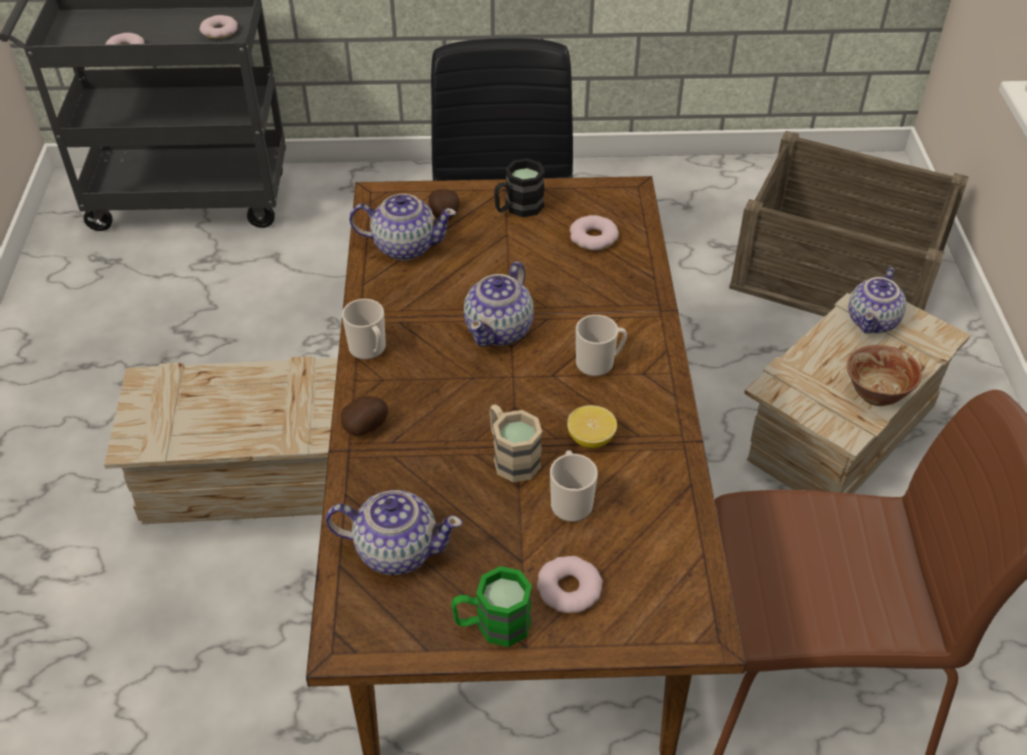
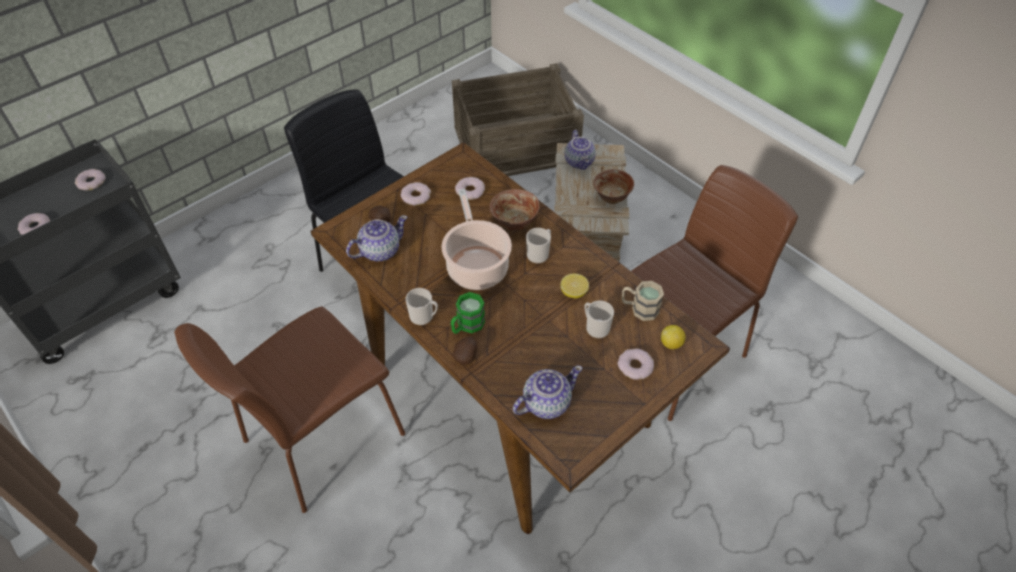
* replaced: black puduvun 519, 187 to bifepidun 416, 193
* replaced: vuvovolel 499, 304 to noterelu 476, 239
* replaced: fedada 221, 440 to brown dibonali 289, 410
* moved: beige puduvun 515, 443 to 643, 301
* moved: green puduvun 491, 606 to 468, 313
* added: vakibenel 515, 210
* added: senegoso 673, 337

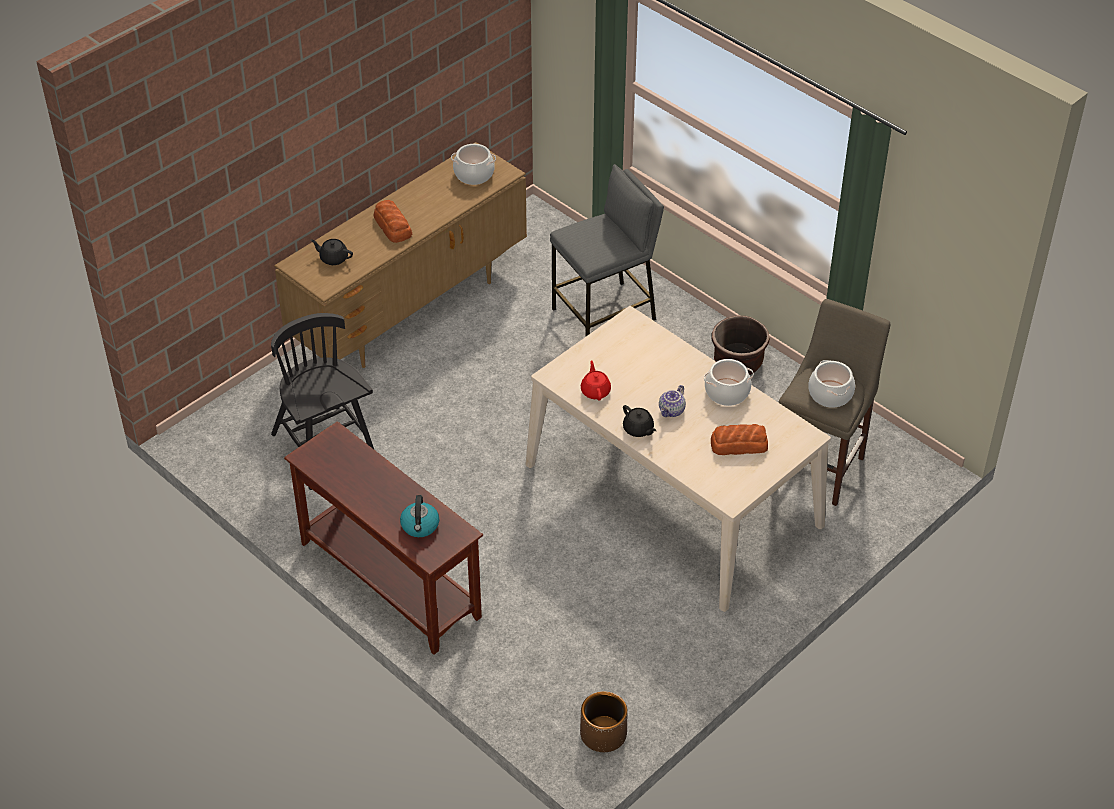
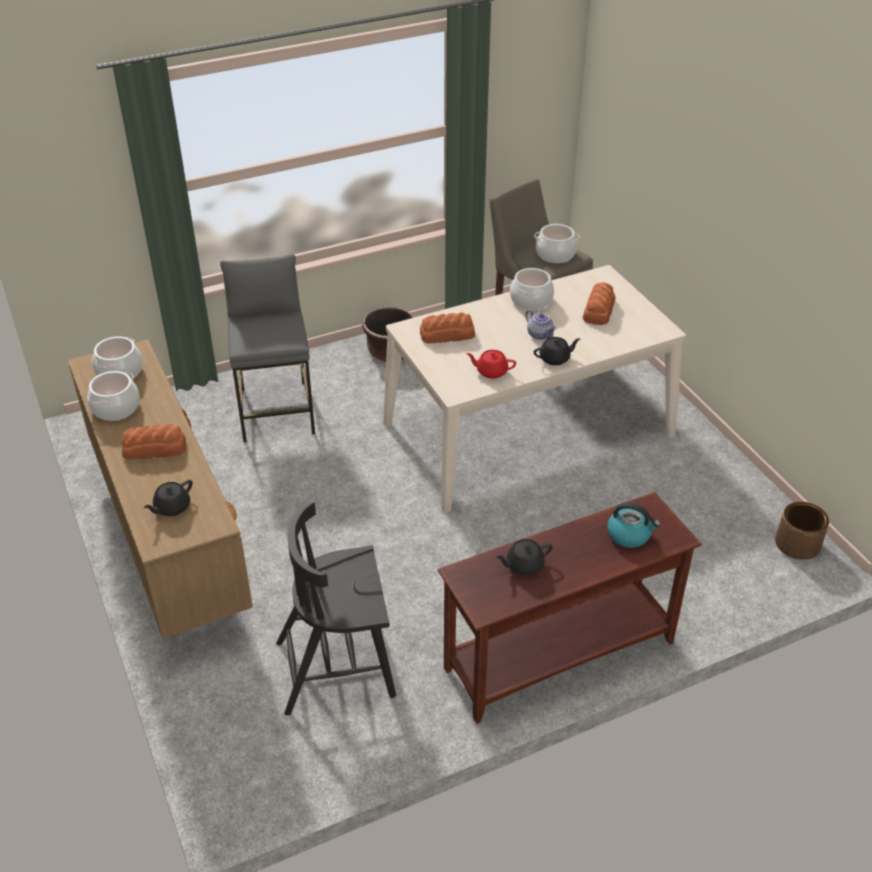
* added: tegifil 447, 327
* added: noterelu 113, 396
* added: black vuvovolel 524, 557

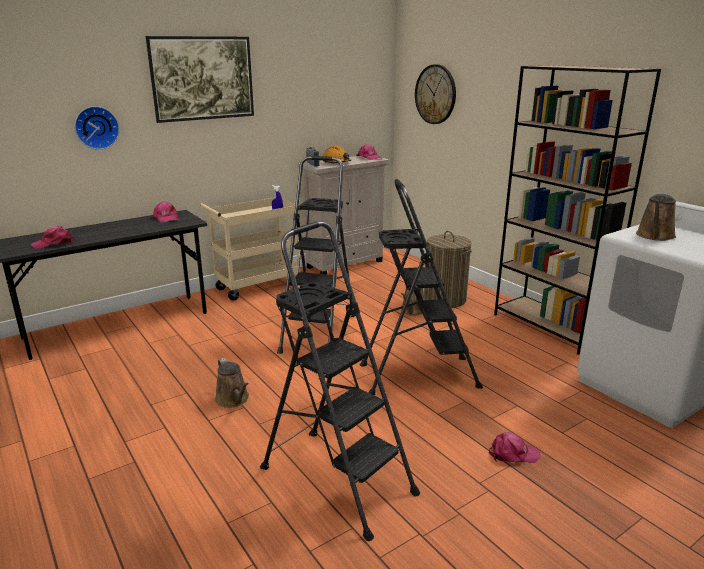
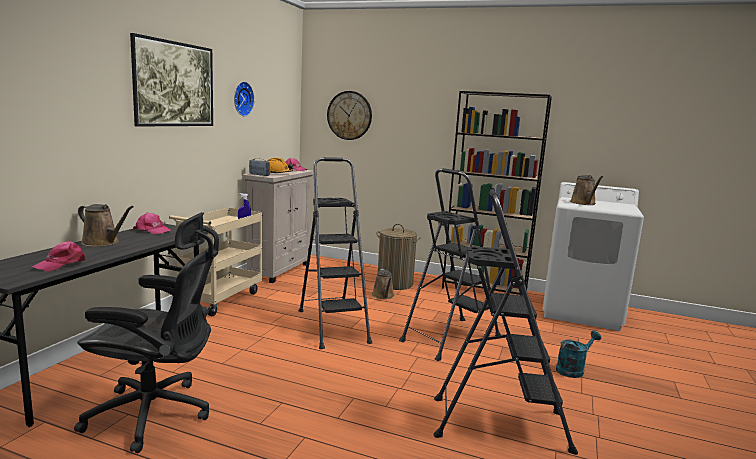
* moved: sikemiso 97, 128 to 244, 99
* moved: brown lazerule 232, 383 to 106, 225
* replaced: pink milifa 514, 447 to turquoise lazerule 578, 354
* added: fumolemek 146, 332

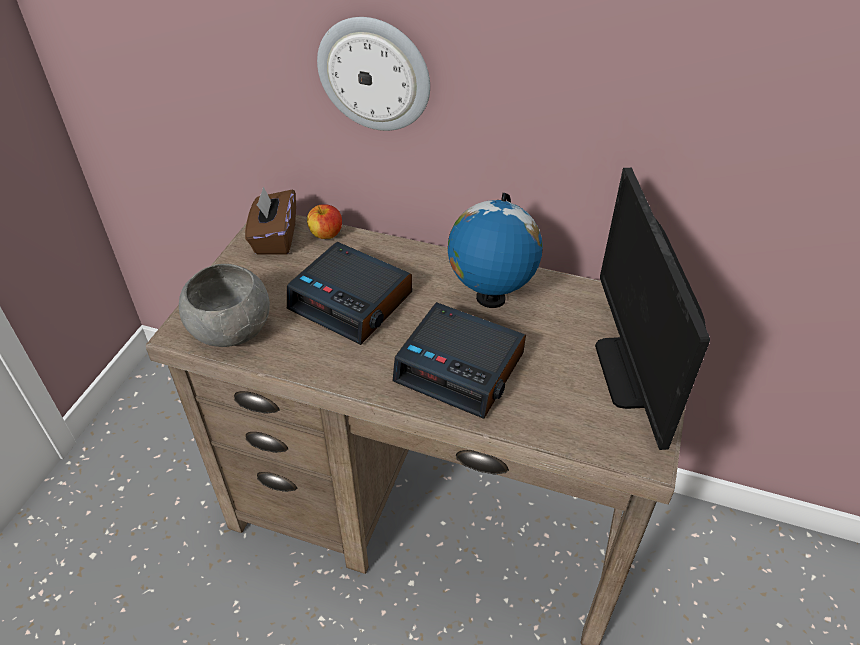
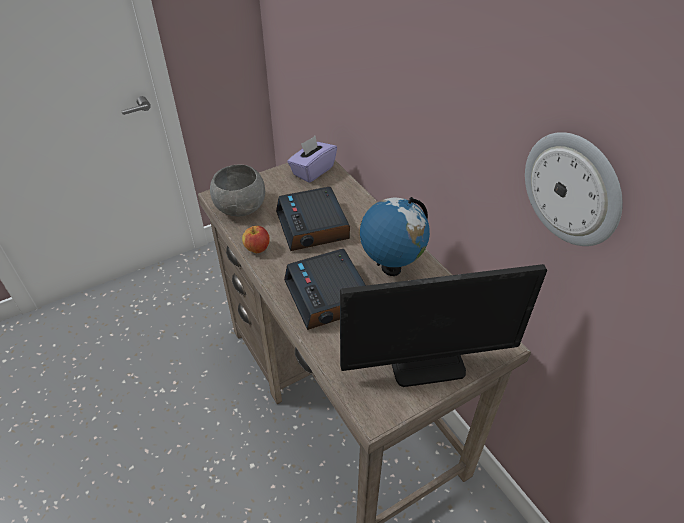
* moved: sikemiso 373, 74 to 574, 189
* turned: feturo 652, 309 = 443, 325 135 degrees counterclockwise
* recoloured: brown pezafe 270, 221 to purple pezafe 312, 159
* moved: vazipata 324, 221 to 256, 239

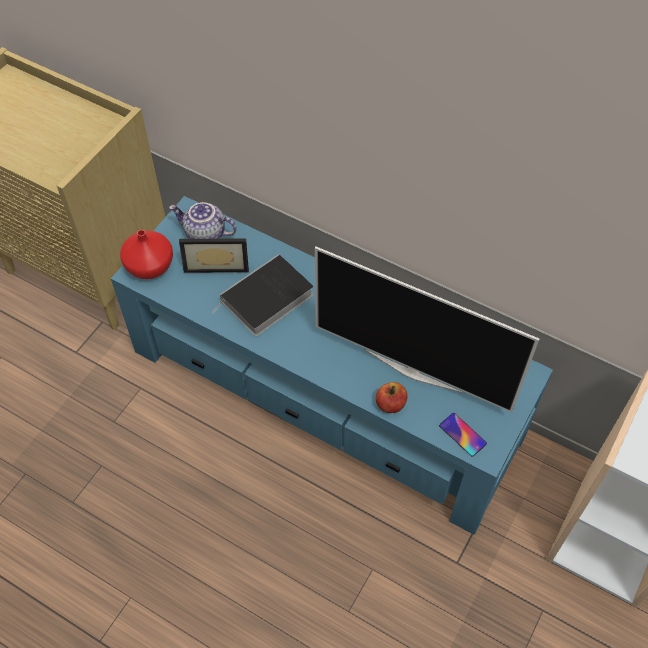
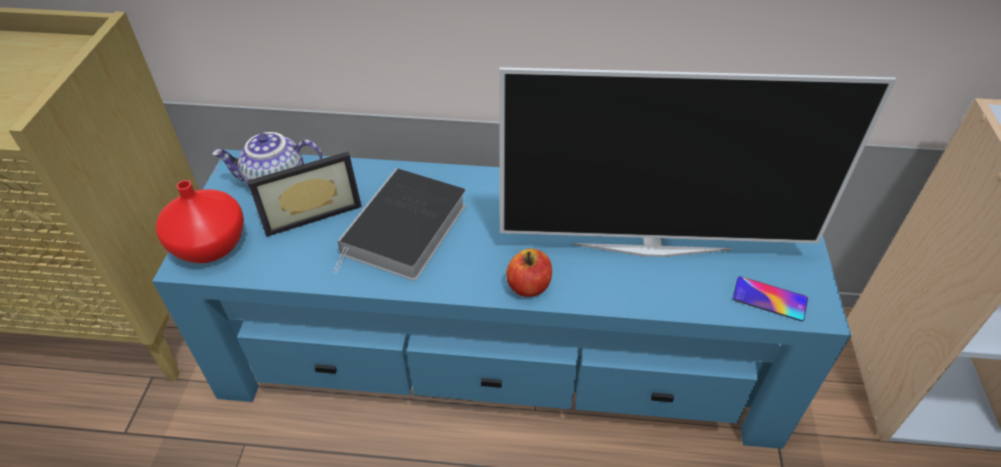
* moved: vazipata 392, 397 to 529, 273

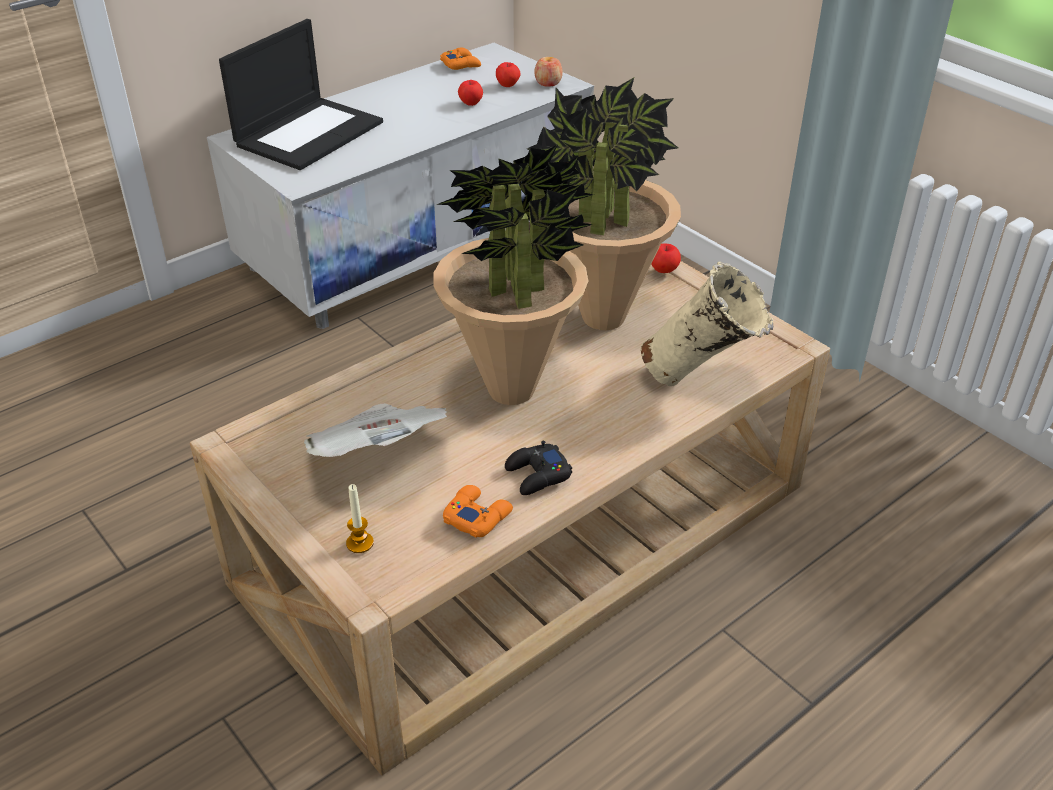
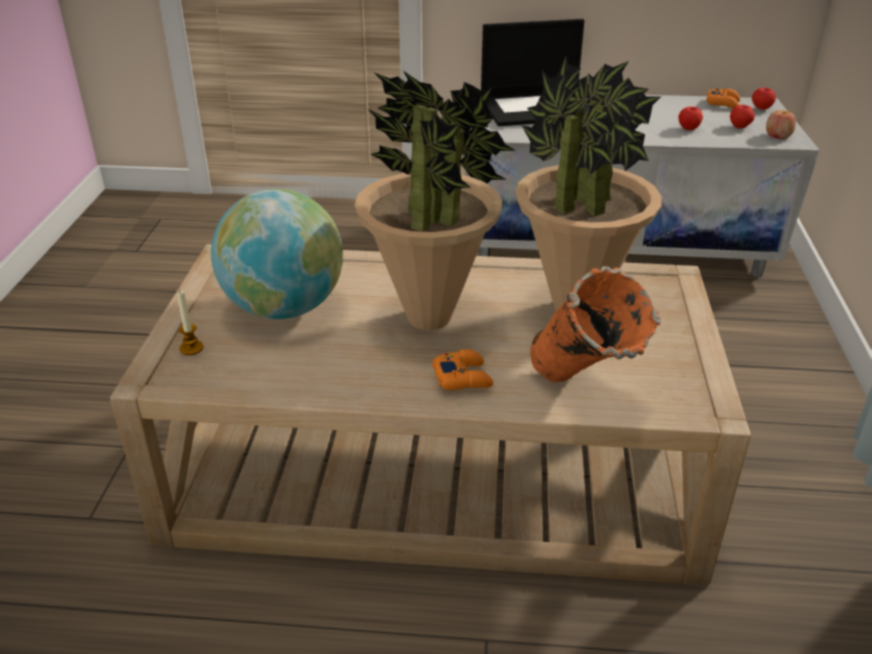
* moved: vazipata 666, 258 to 764, 99
* recoloured: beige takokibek 706, 324 to orange takokibek 595, 324
* replaced: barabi 375, 430 to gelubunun 277, 254
* removed: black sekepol 538, 467
* moved: orange sekepol 478, 511 to 462, 369

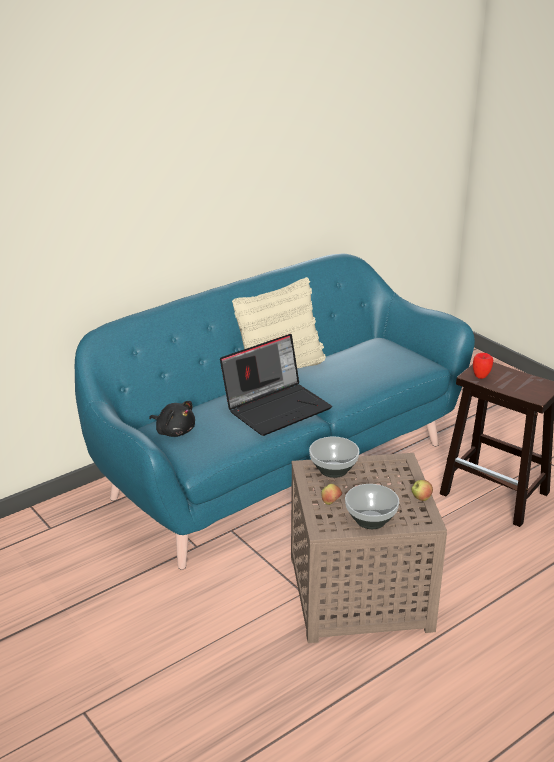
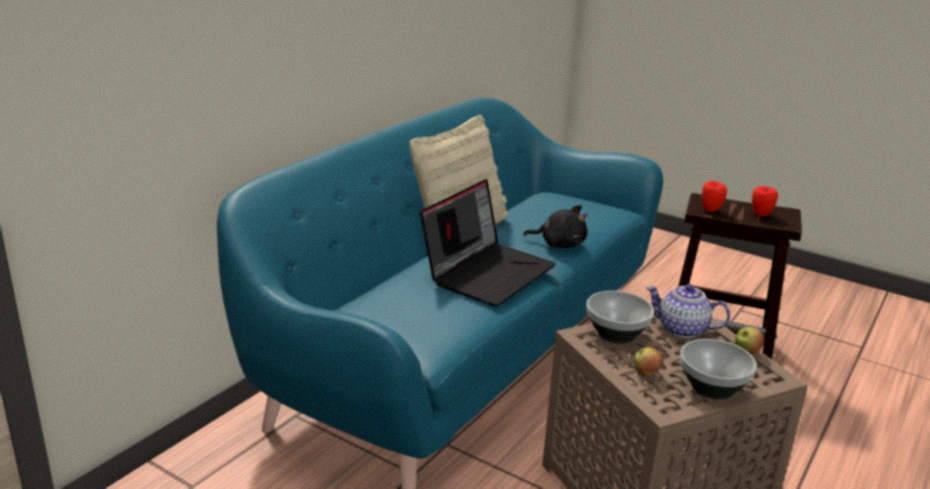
* moved: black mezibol 172, 419 to 555, 226
* added: vazipata 765, 201
* added: vuvovolel 688, 311

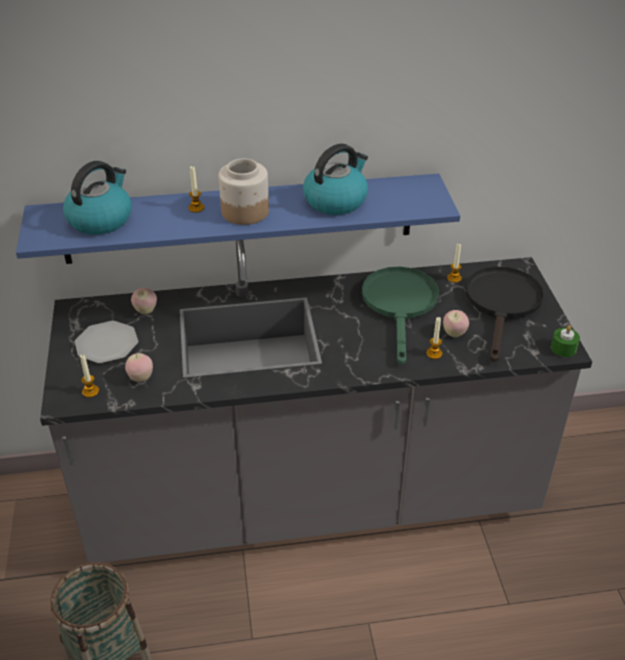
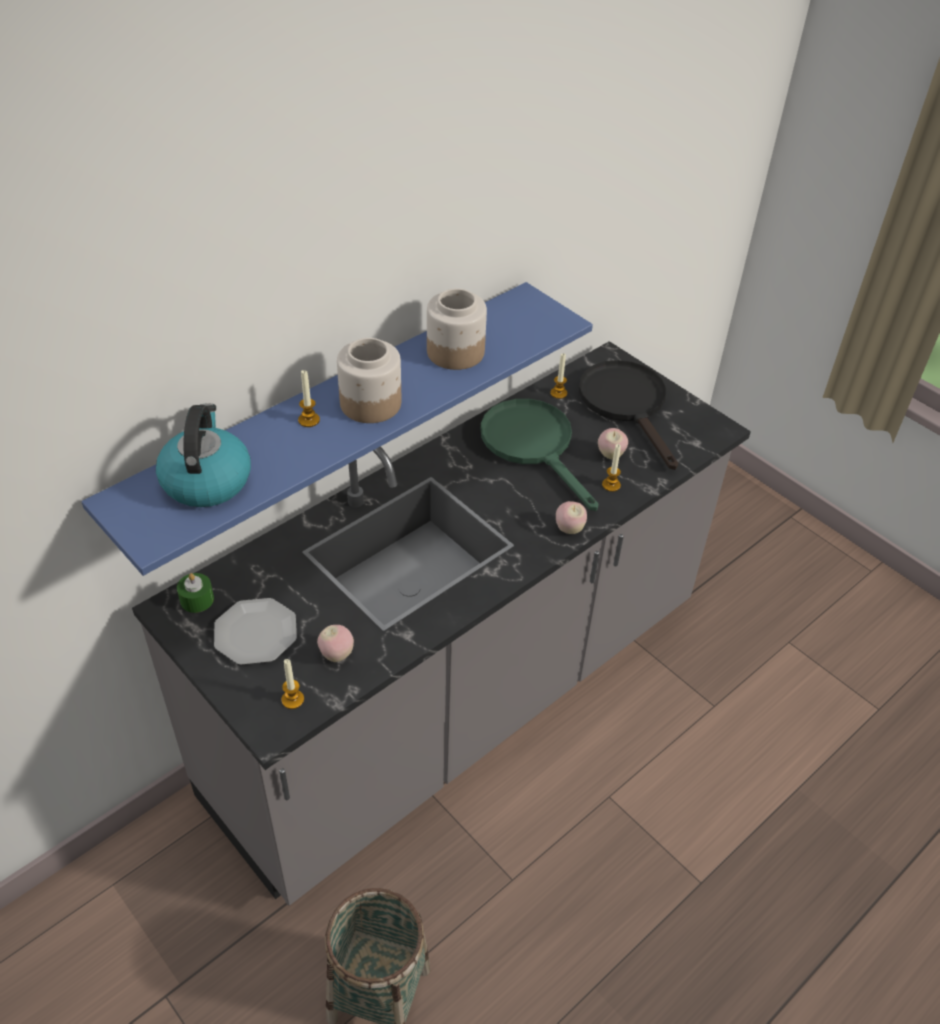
* replaced: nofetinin 335, 179 to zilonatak 457, 329
* moved: vazipata 144, 301 to 571, 517
* moved: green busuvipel 565, 341 to 195, 593

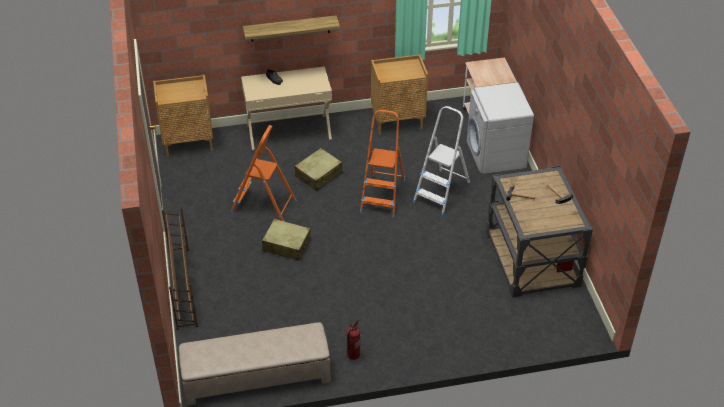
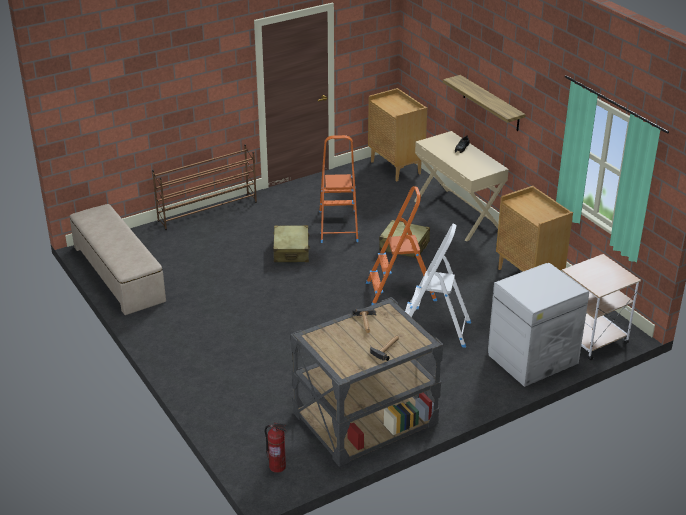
* moved: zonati 353, 339 to 276, 448

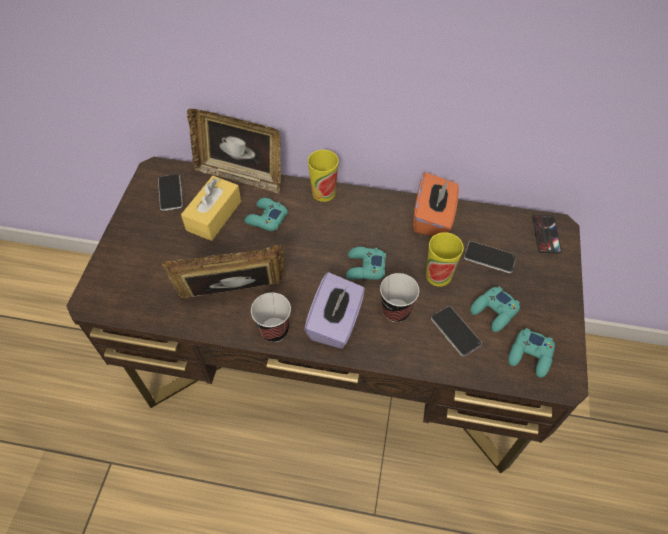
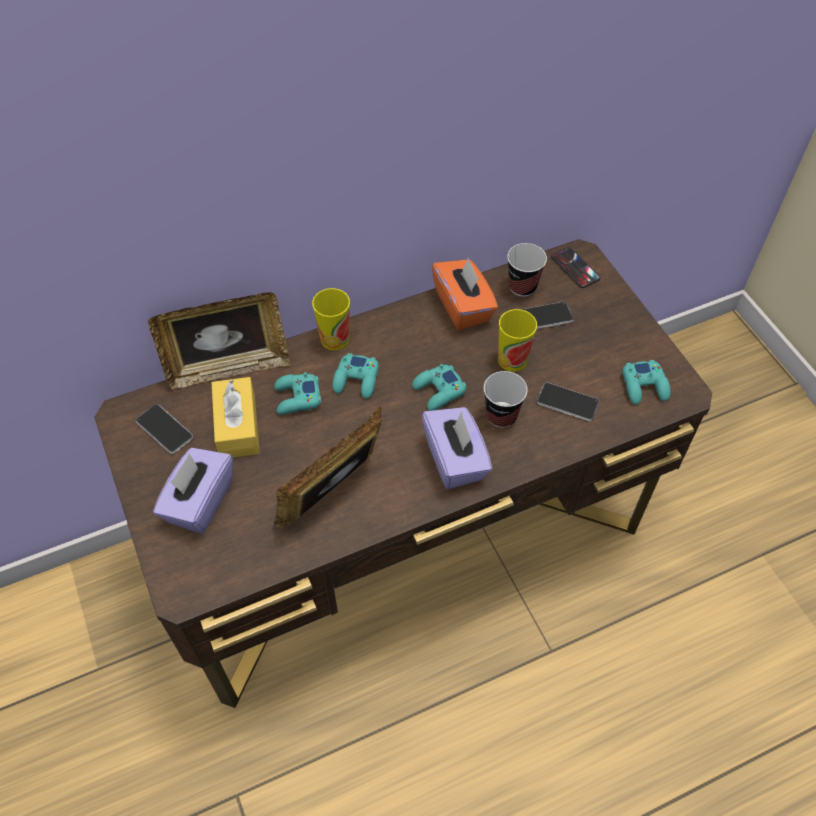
* moved: turquoise sekepol 495, 309 to 355, 376
* moved: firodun 271, 317 to 527, 270
* added: purple pezafe 193, 491

